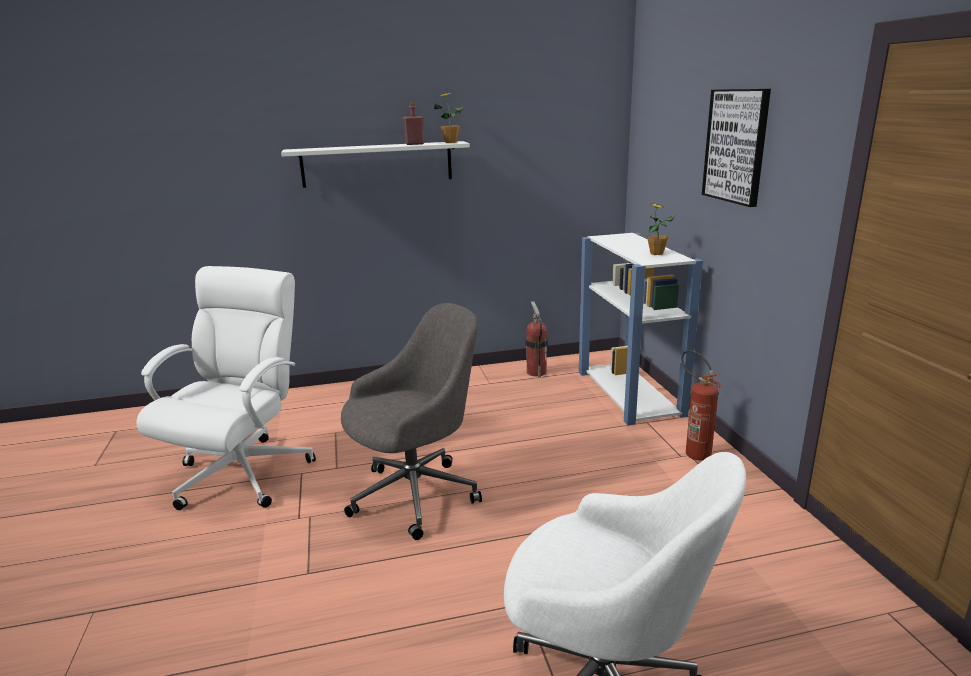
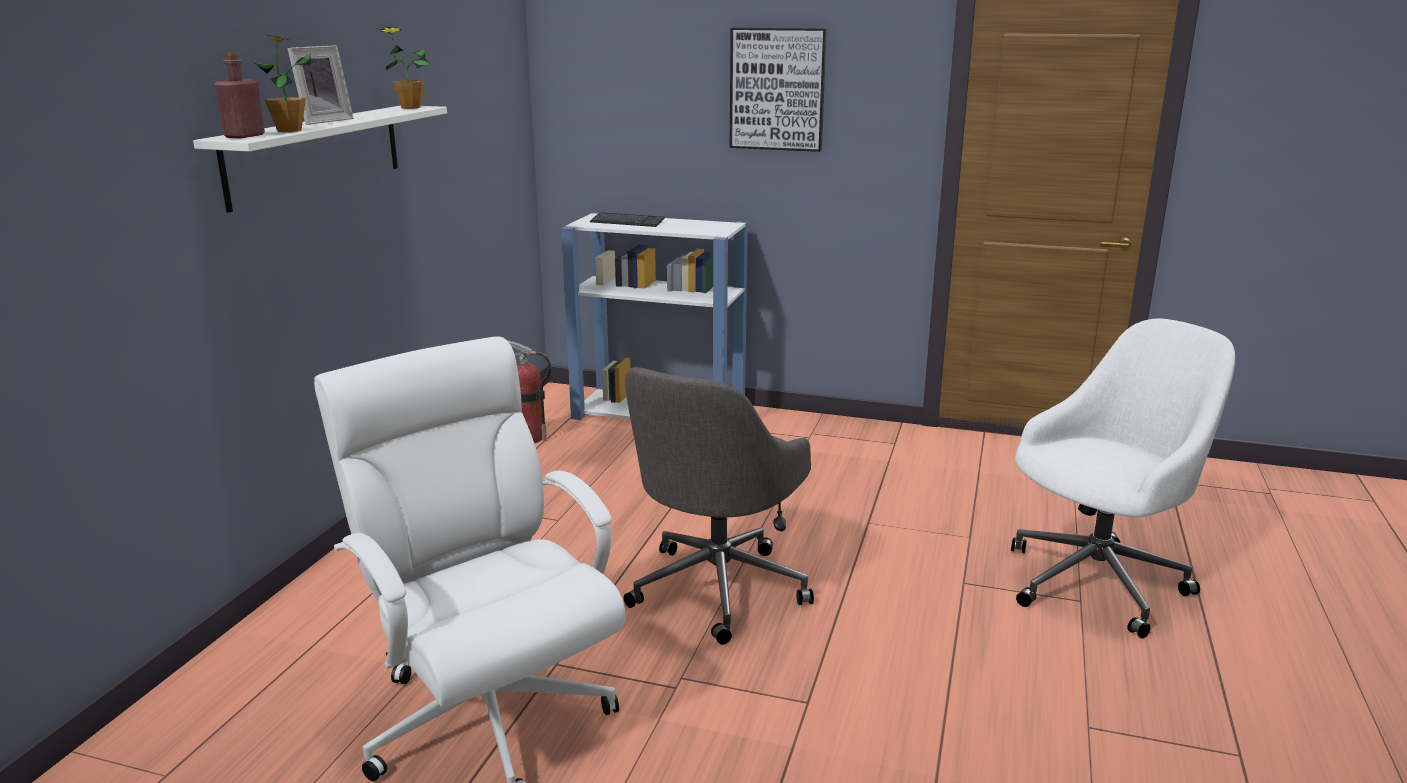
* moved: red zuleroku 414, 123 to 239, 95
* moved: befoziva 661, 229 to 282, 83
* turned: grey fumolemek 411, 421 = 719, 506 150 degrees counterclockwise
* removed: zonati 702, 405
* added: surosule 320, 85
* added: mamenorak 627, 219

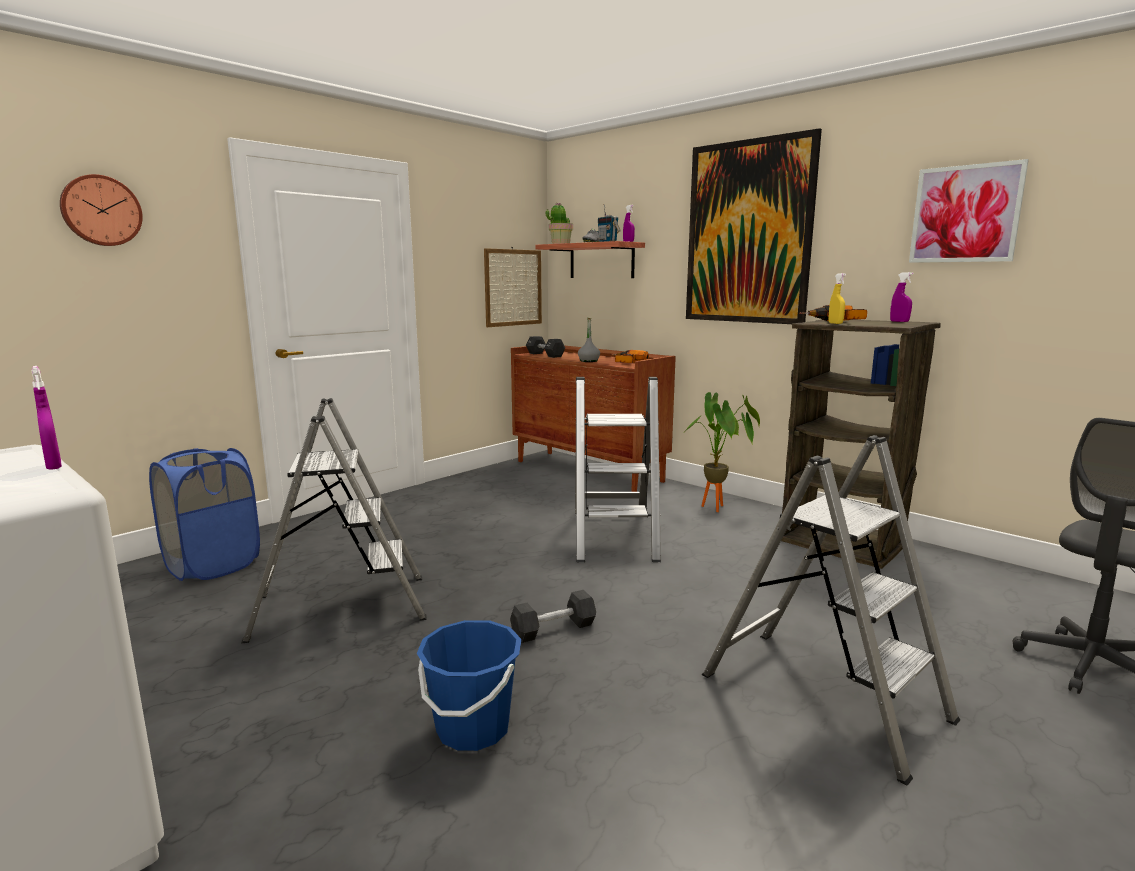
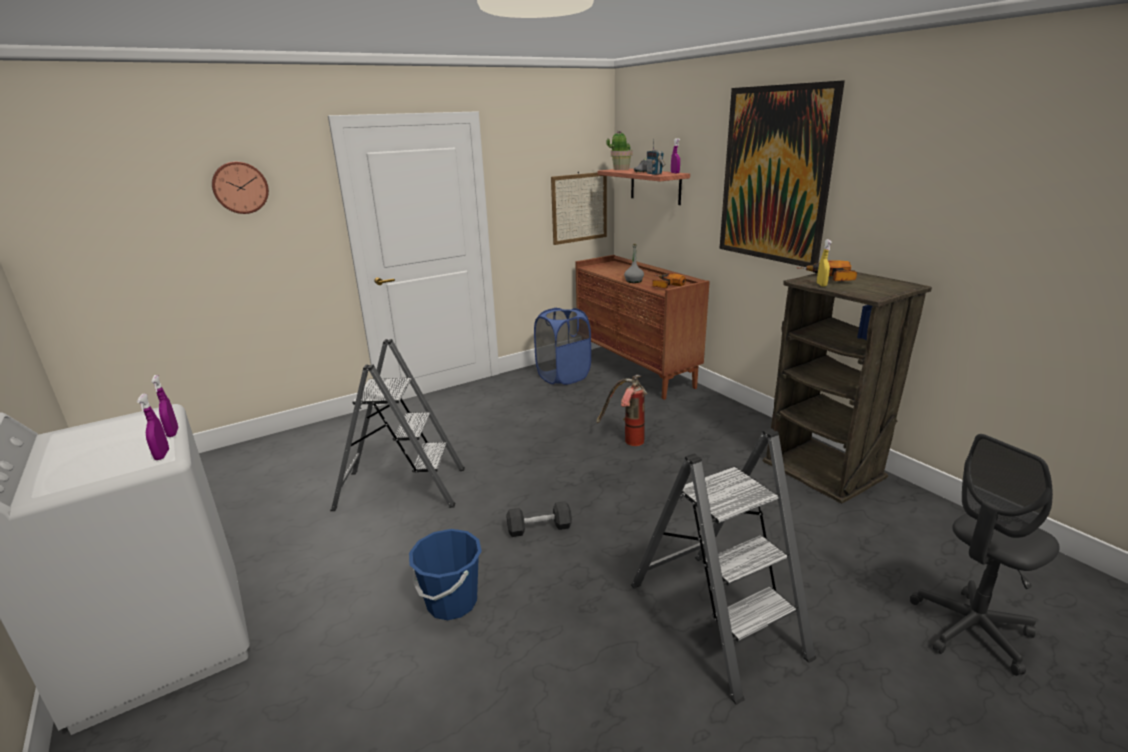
* removed: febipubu 969, 211
* moved: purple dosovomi 901, 297 to 153, 427
* removed: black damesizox 545, 347
* replaced: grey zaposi 618, 469 to zonati 621, 410
* removed: befoziva 723, 452
* moved: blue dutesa 204, 514 to 562, 346

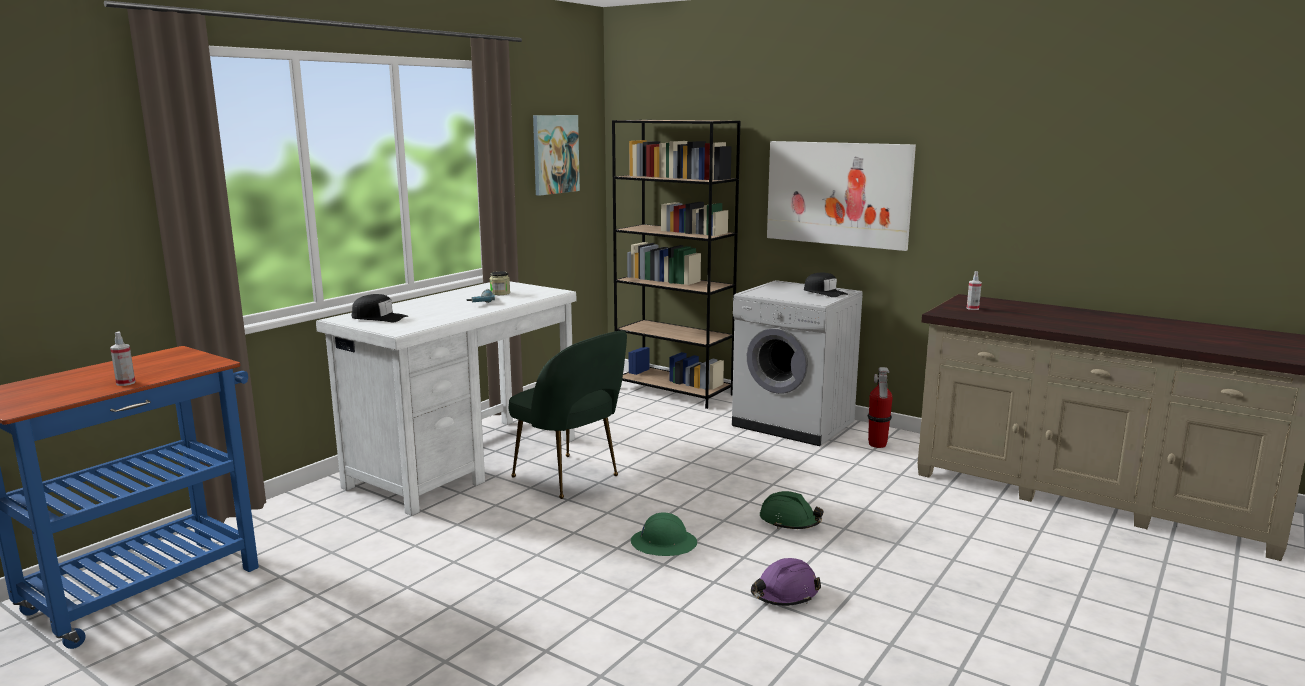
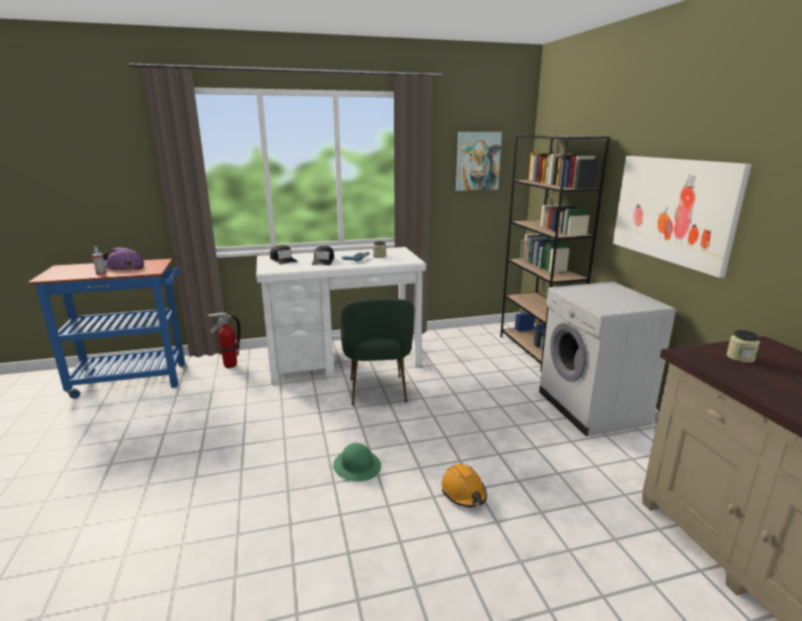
* replaced: dosovomi 974, 290 to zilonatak 743, 346
* moved: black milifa 826, 285 to 323, 255
* moved: zonati 880, 407 to 223, 340
* recoloured: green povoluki 792, 510 to orange povoluki 464, 485
* moved: purple povoluki 786, 582 to 124, 259

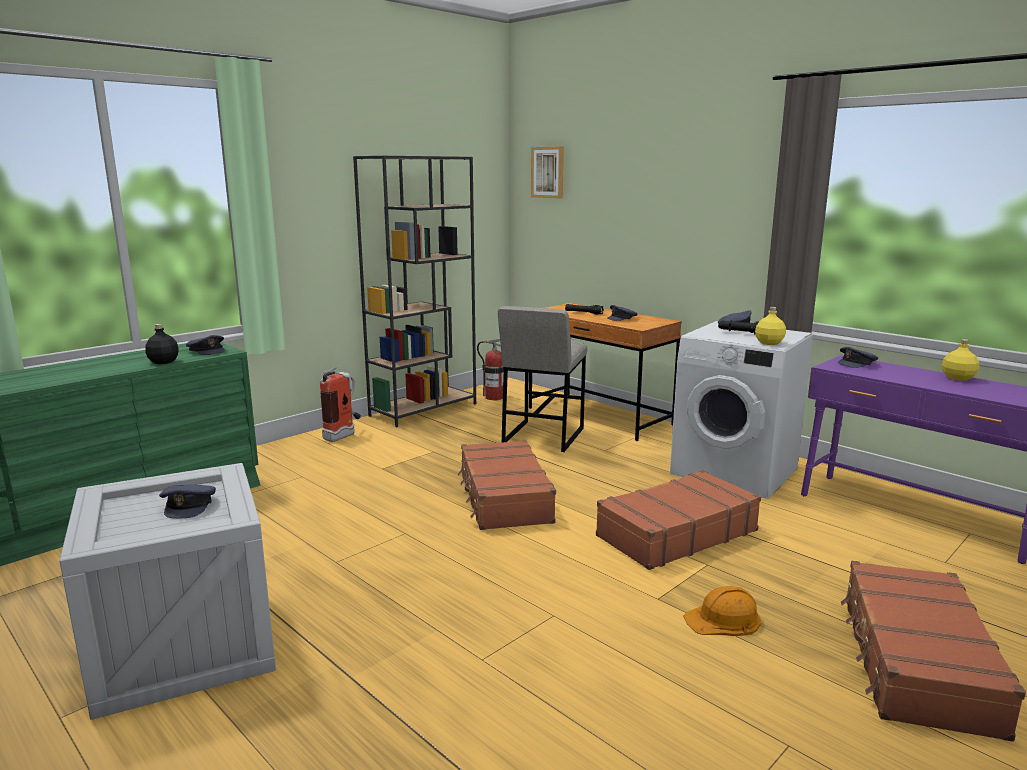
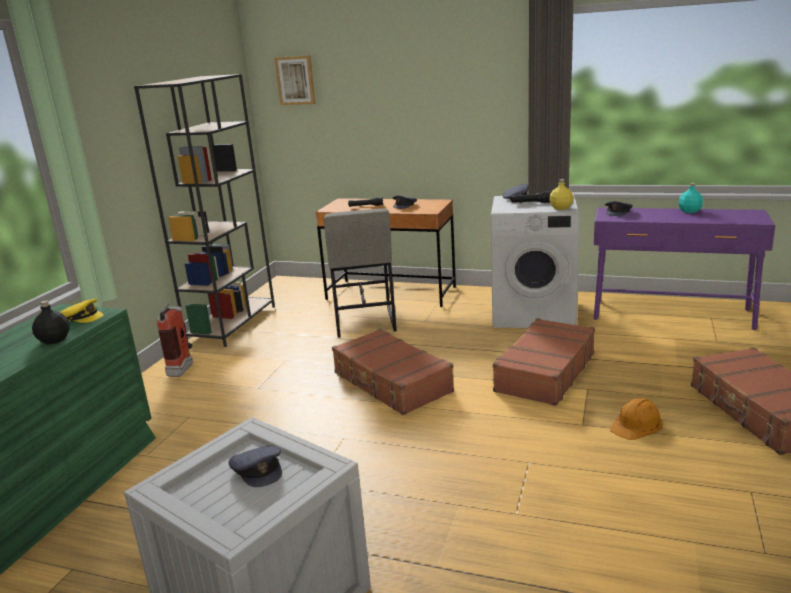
* recoloured: grey milifa 205, 345 to yellow milifa 81, 311
* removed: zonati 490, 369
* recoloured: yellow zuleroku 960, 360 to turquoise zuleroku 691, 198

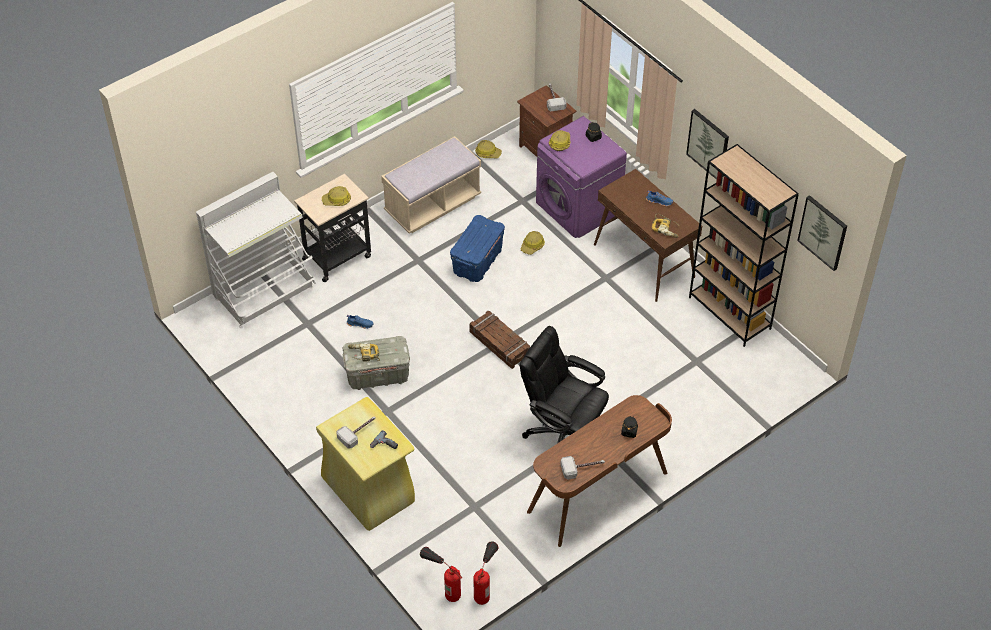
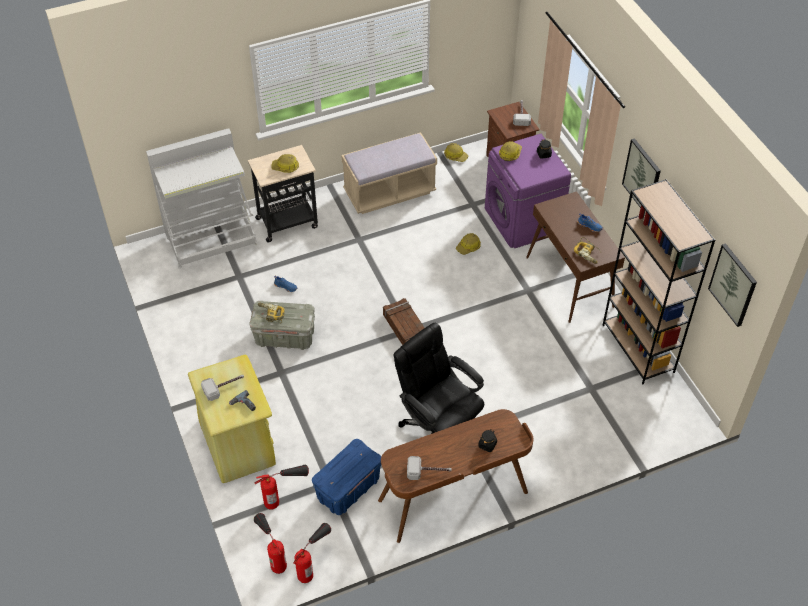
* moved: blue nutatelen 477, 248 to 346, 477
* added: zonati 282, 487

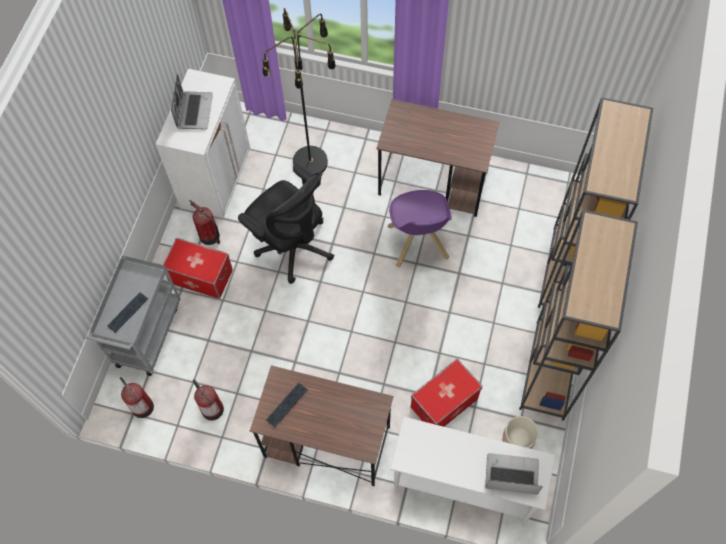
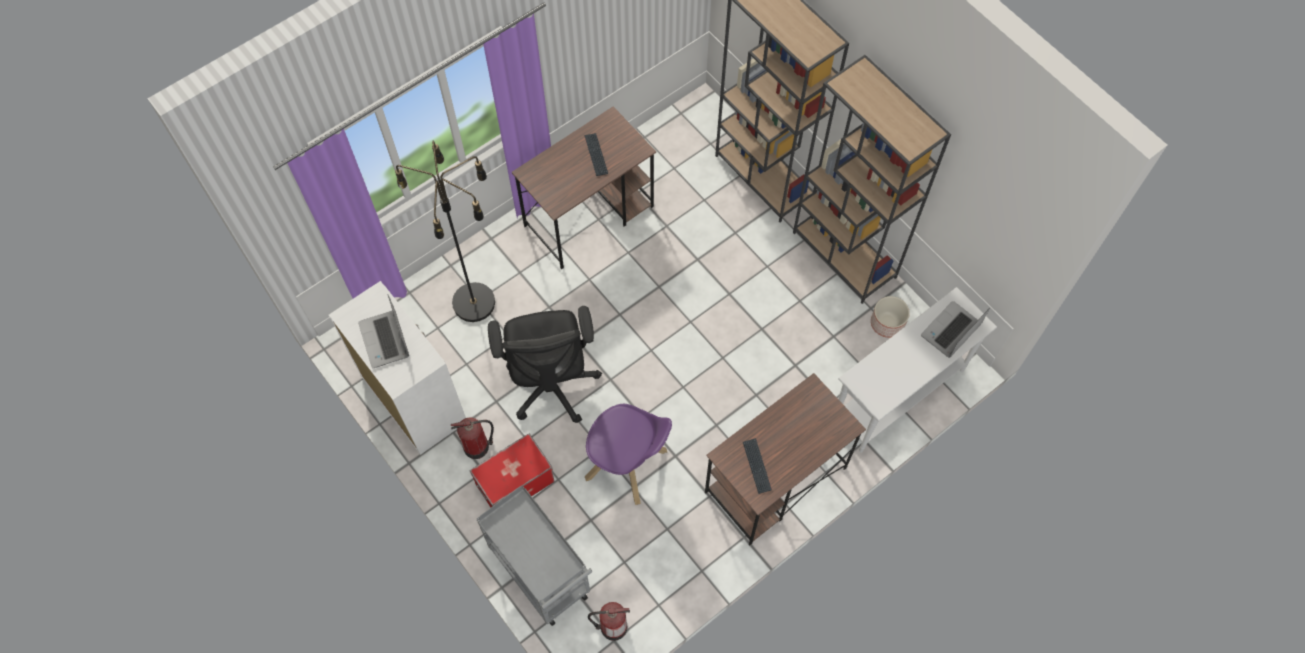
* turned: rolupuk 192, 101 = 383, 331 150 degrees counterclockwise
* turned: black fumolemek 286, 224 = 545, 364 90 degrees clockwise
* moved: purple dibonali 419, 228 to 628, 454
* moved: mamenorak 127, 312 to 596, 154
* removed: nutatelen 447, 393
* removed: zonati 208, 400

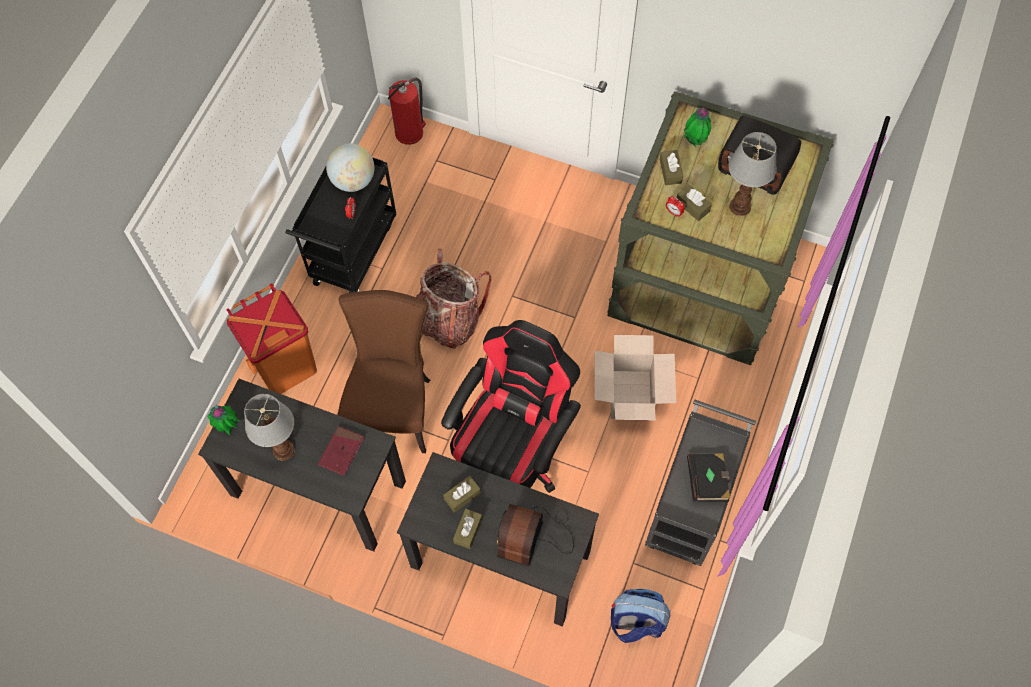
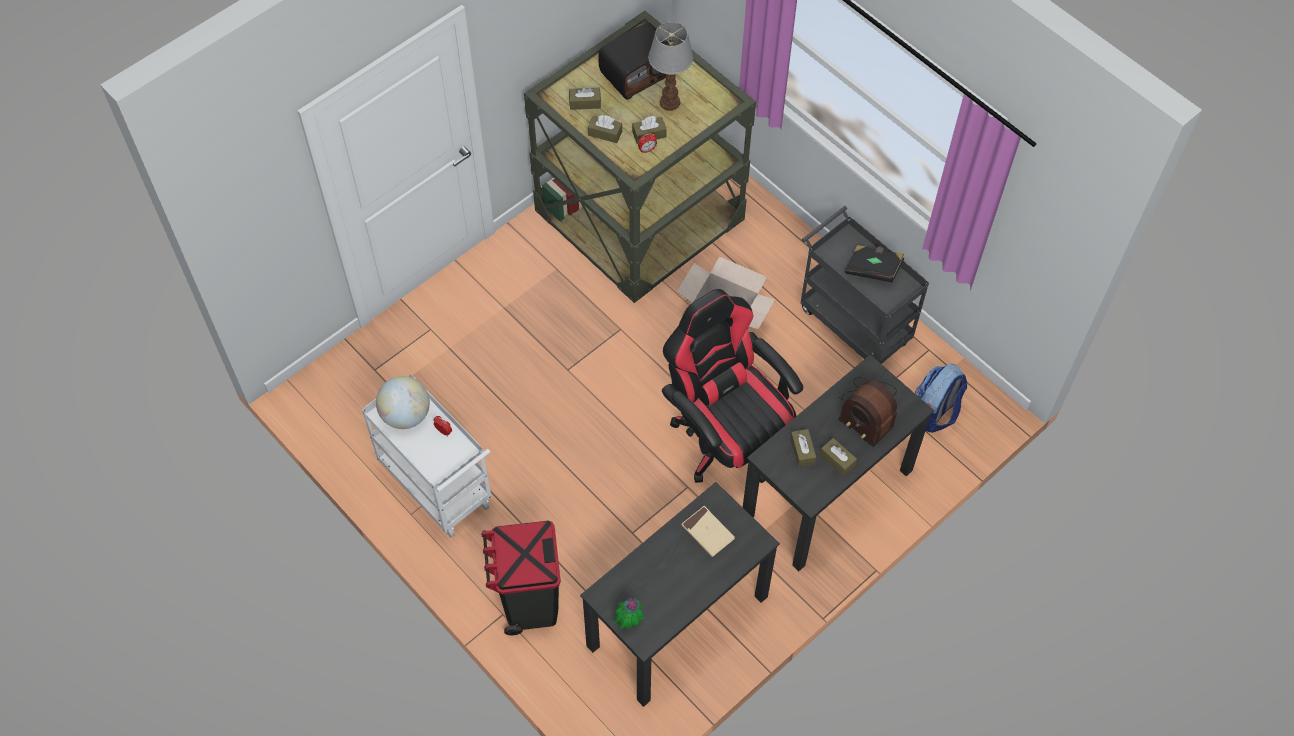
* removed: zonati 407, 111
* replaced: befoziva 697, 127 to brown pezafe 585, 98
* recoloured: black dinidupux 341, 225 to white dinidupux 427, 456
* removed: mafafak 454, 298
* recoloured: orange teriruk 271, 338 to black teriruk 521, 578
* removed: brown dibonali 384, 371
* removed: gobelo 269, 427
* recoloured: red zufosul 341, 451 to beige zufosul 708, 531

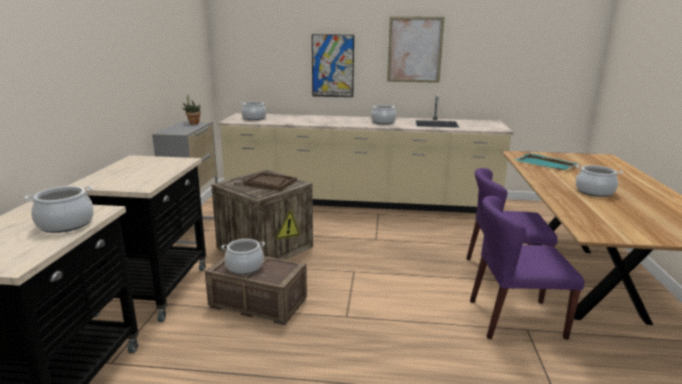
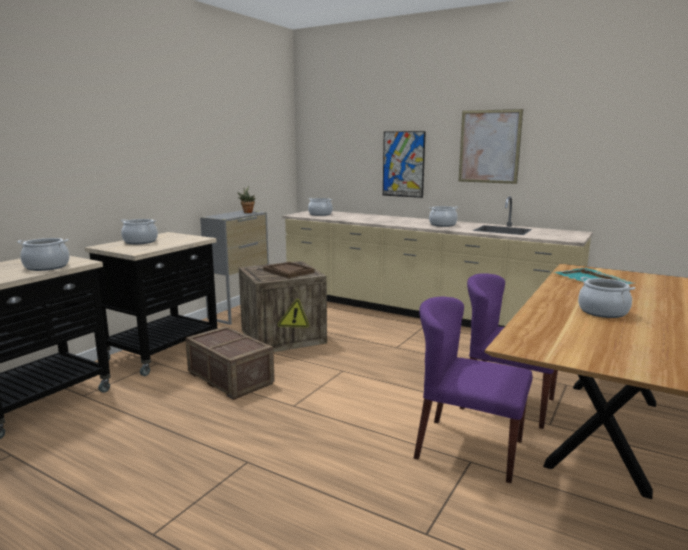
* moved: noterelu 243, 256 to 139, 231

